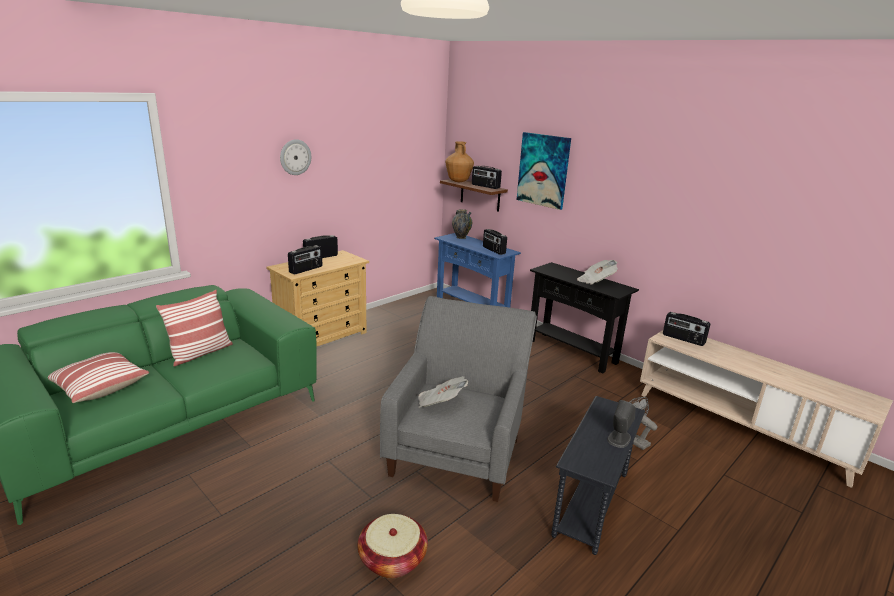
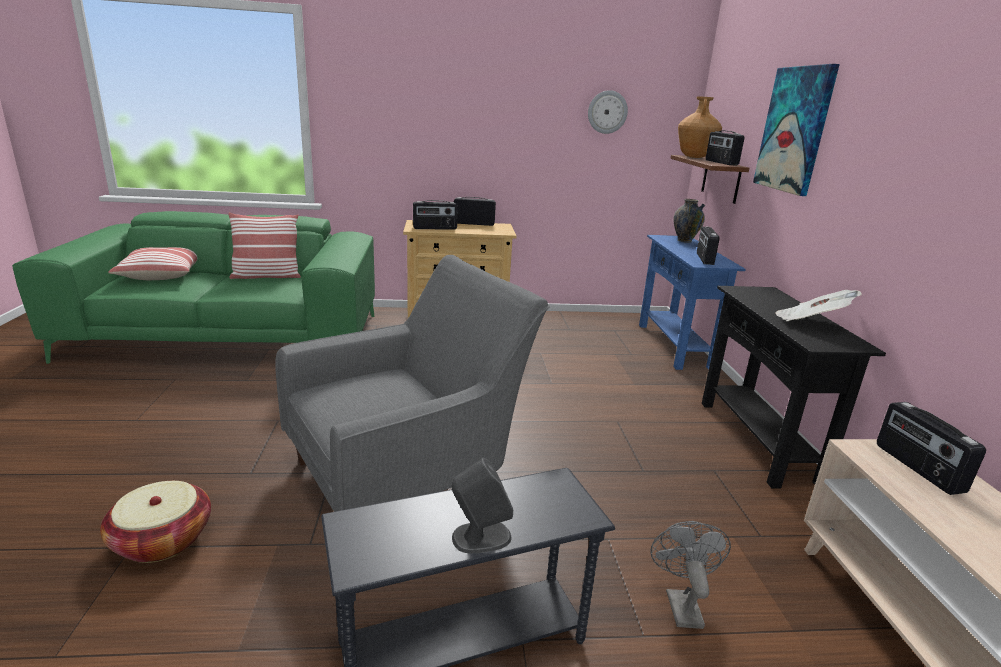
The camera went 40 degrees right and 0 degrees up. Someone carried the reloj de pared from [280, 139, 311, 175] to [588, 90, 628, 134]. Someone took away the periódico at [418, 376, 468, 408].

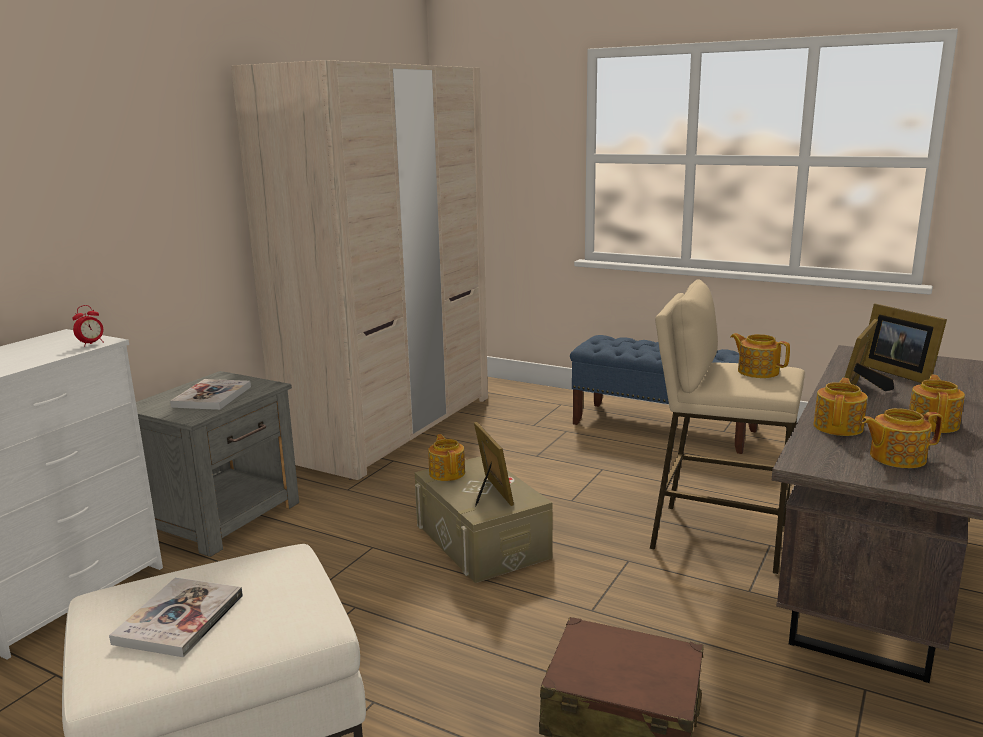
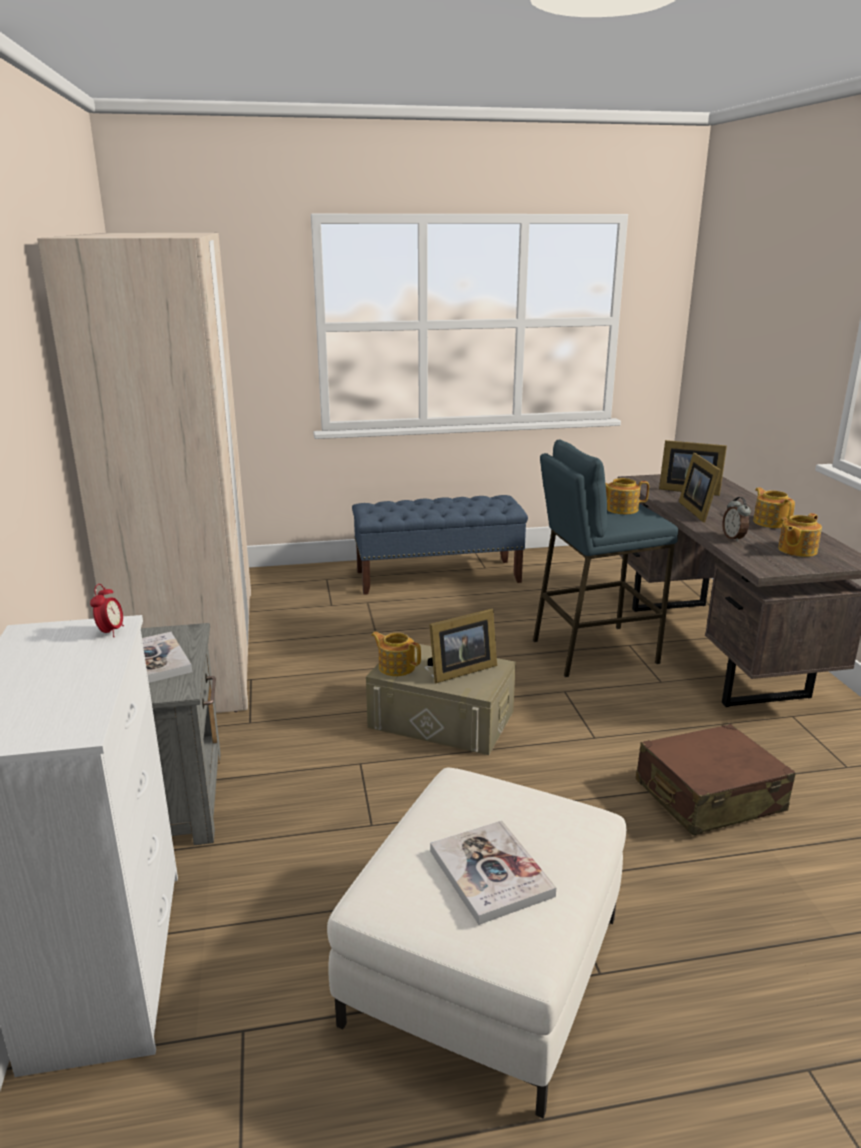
The camera went 40 degrees left and 5 degrees up. Someone rotated the portarretratos at [474, 422, 514, 507] by 120 degrees clockwise. Someone repainted the taburete [beis] at [650, 280, 805, 574], which became the taburete [azul] at [533, 440, 678, 677]. Someone swapped the tetera at [813, 378, 868, 436] for the despertador at [722, 497, 751, 542].

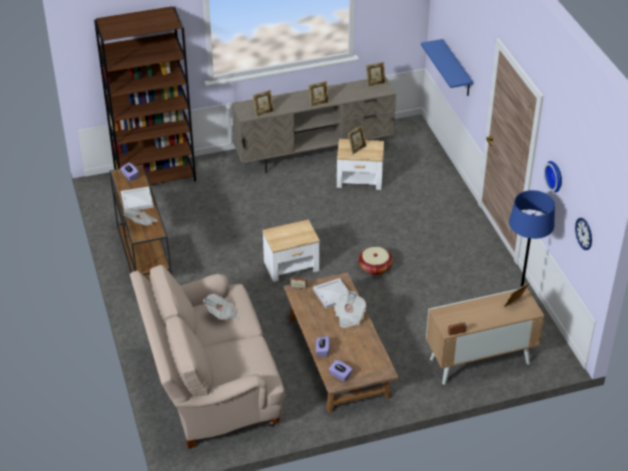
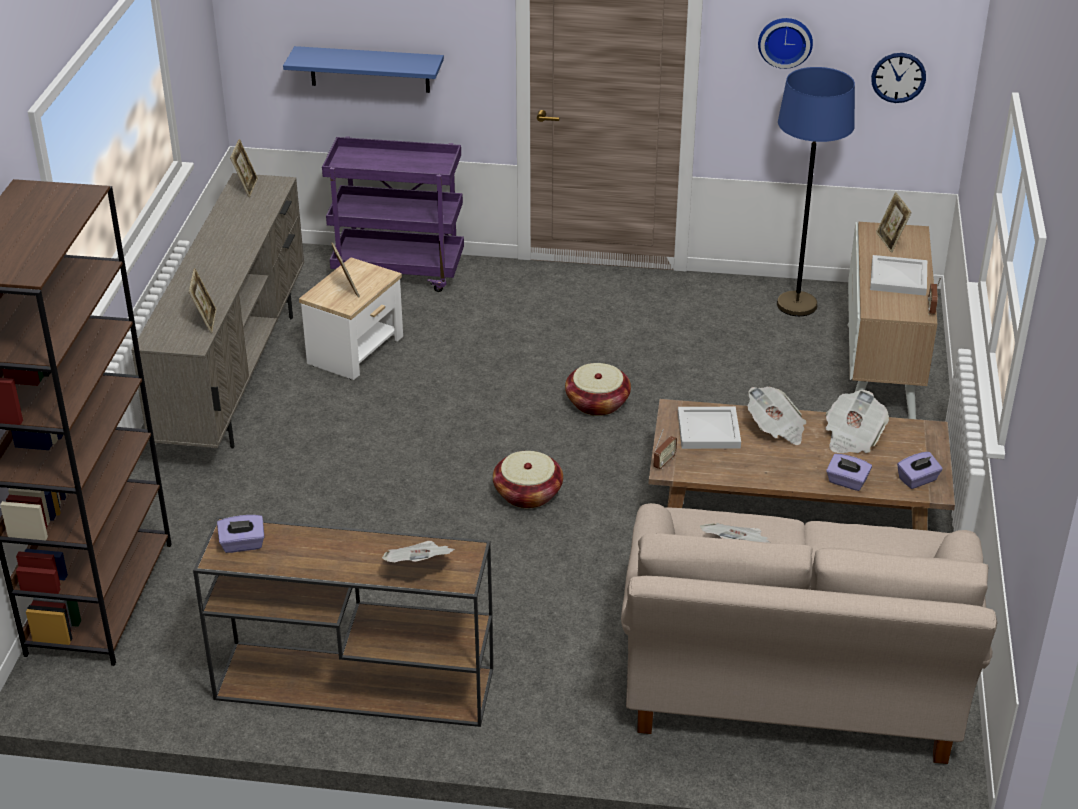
The camera went 65 degrees left and 5 degrees down. Someone put down the carrito [morado] at [322, 136, 464, 292]. Someone swapped the mesa auxiliar at [262, 219, 320, 282] for the cesta at [493, 451, 563, 508]. Someone put down the periódico at [825, 390, 889, 453]. Someone carried the bandeja [blanco] from [121, 187, 154, 210] to [870, 255, 927, 296]. Someone took away the portarretratos at [308, 81, 329, 108].

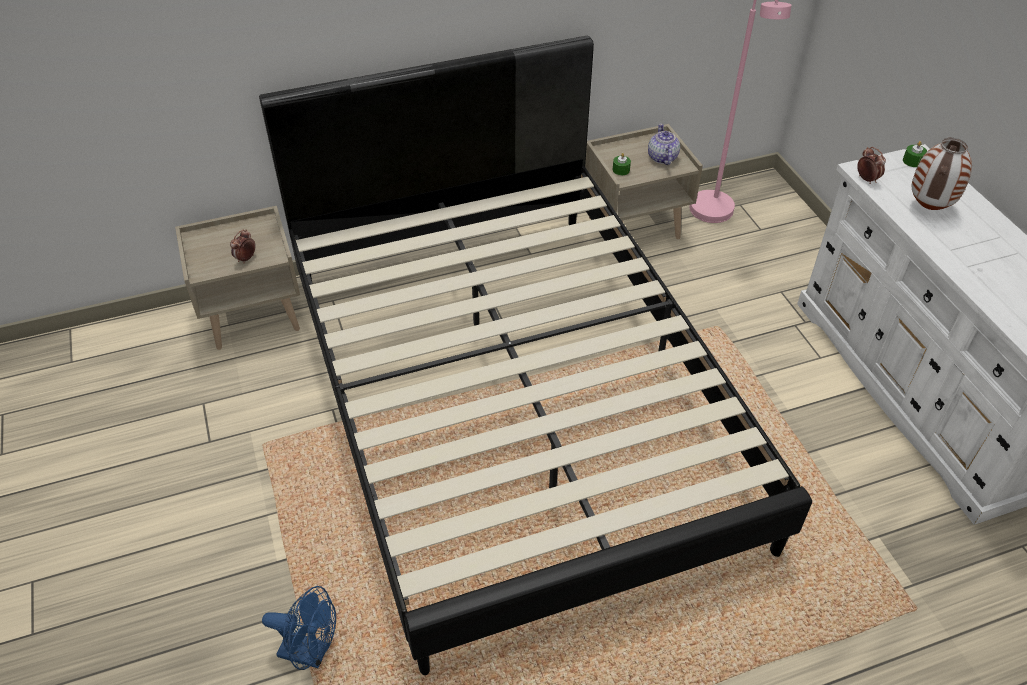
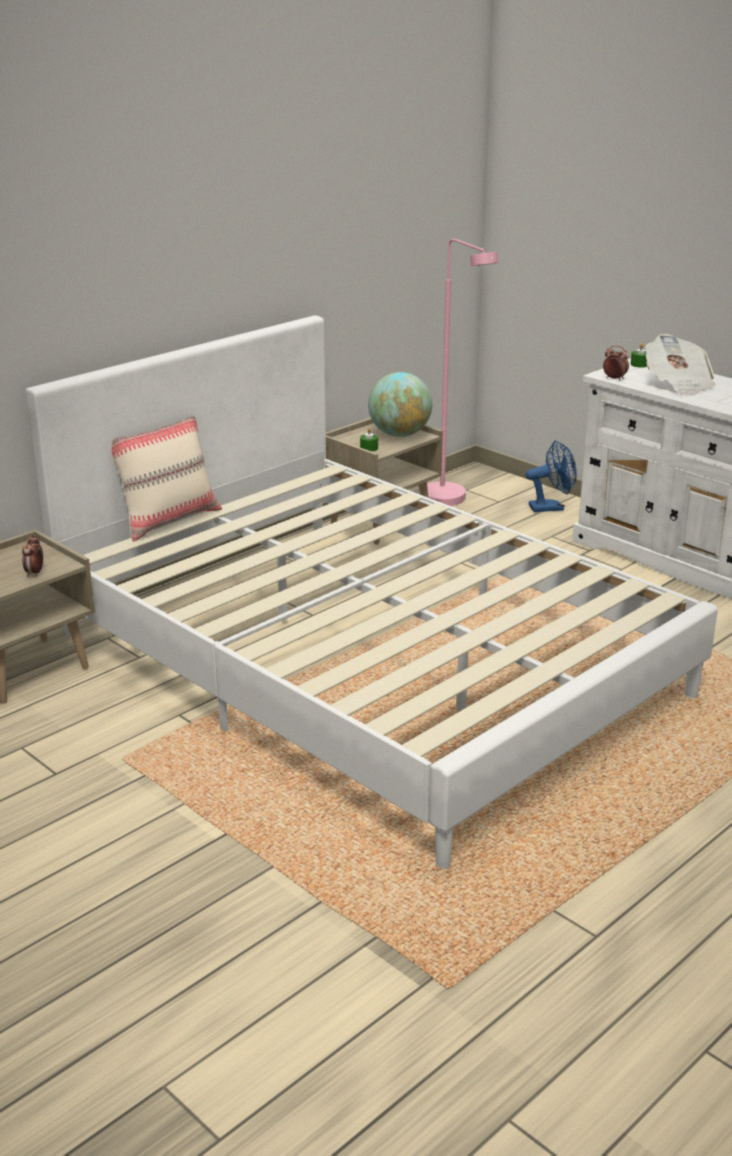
The camera went 25 degrees left and 20 degrees down. Someone repainted the cama [negro] at [259, 36, 812, 675], which became the cama [blanco] at [26, 315, 718, 869]. Someone put down the cojín [beis] at [112, 415, 222, 542]. Someone swapped the tetera at [648, 123, 680, 165] for the globo terráqueo at [368, 372, 432, 437]. Someone carried the ventilador [azul] from [262, 586, 336, 670] to [526, 440, 577, 512]. Someone swapped the florero at [912, 138, 972, 210] for the periódico at [645, 334, 716, 397].

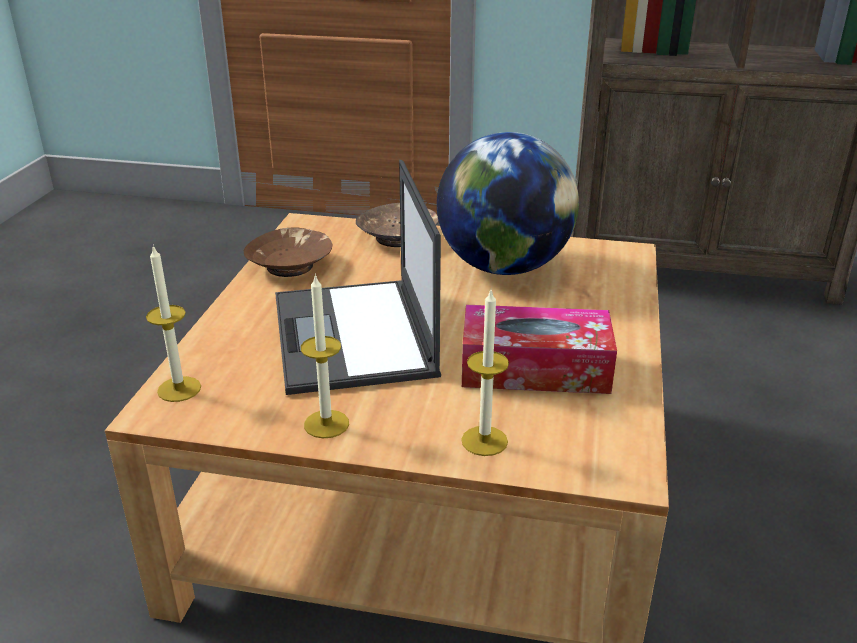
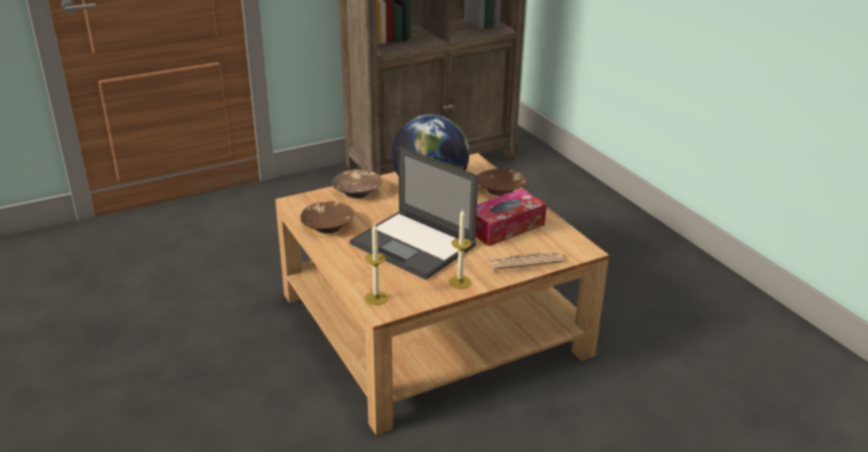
The camera went 40 degrees left and 0 degrees up. Someone put down the cuenco [marrón] at [478, 168, 526, 196]. Someone swapped the vela at [461, 288, 509, 456] for the periódico at [488, 251, 564, 270].

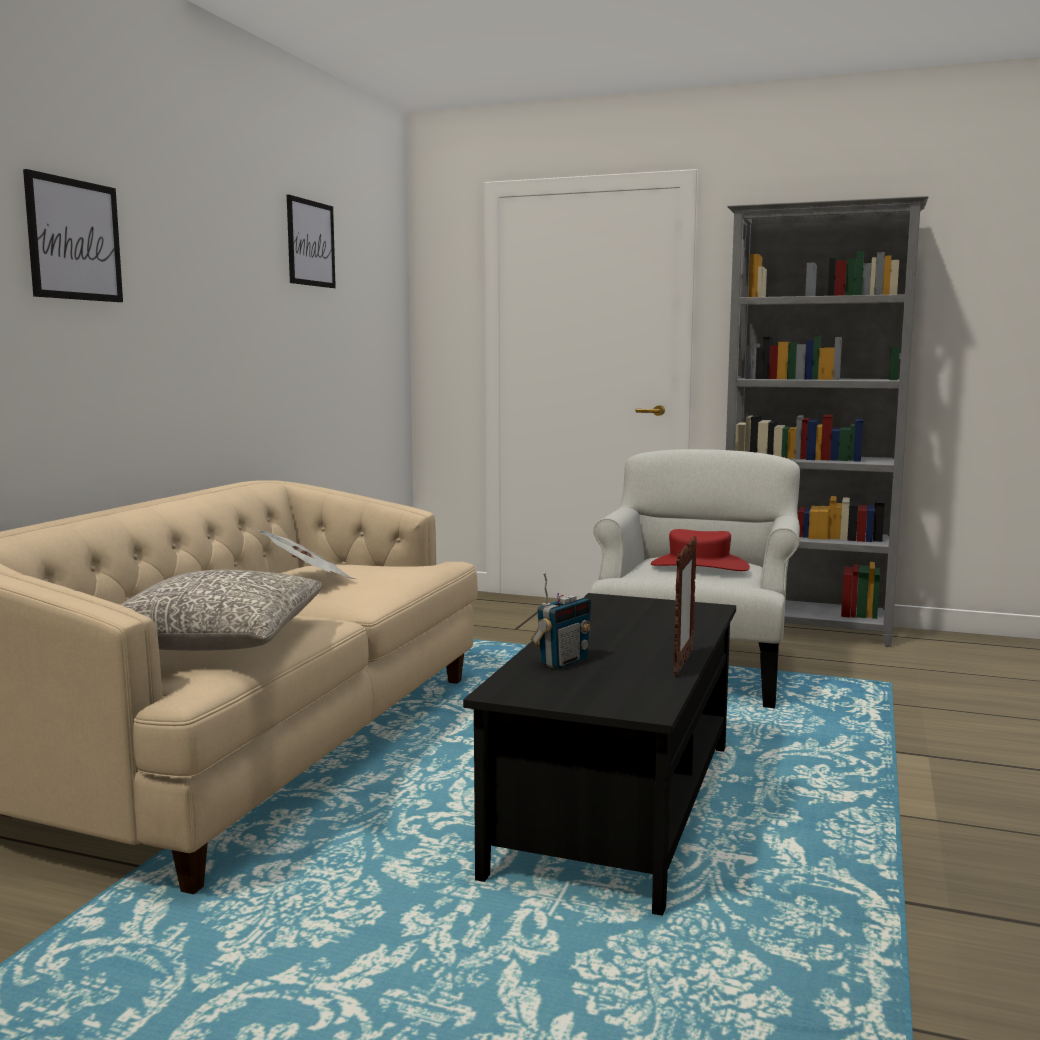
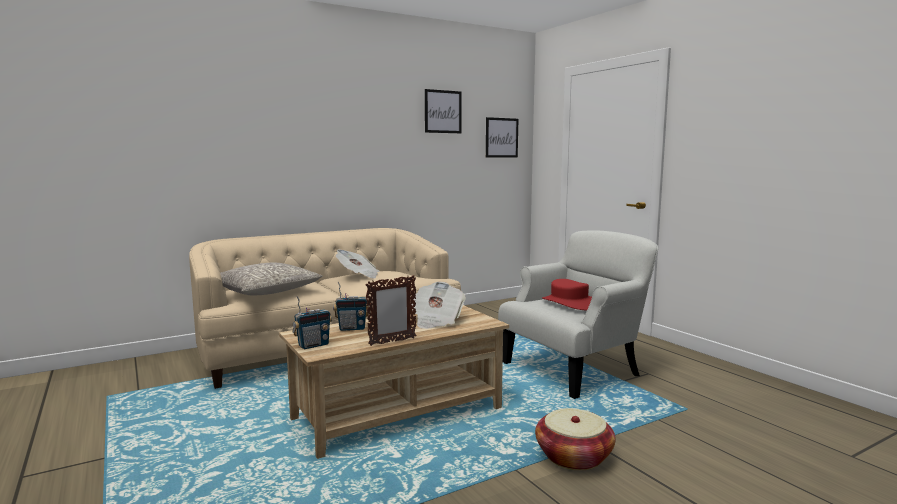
The camera went 40 degrees right and 0 degrees up. Someone repainted the mesa de centro [negro] at [463, 593, 736, 916], which became the mesa de centro [beis] at [279, 305, 509, 459]. Someone put down the radio at [292, 296, 332, 349]. Someone put down the periódico at [412, 282, 466, 329]. Someone carried the cuadro from [23, 169, 123, 302] to [486, 117, 518, 158]. Someone put down the cesta at [535, 408, 616, 470]. Someone took away the estantería [gris] at [726, 196, 929, 647].

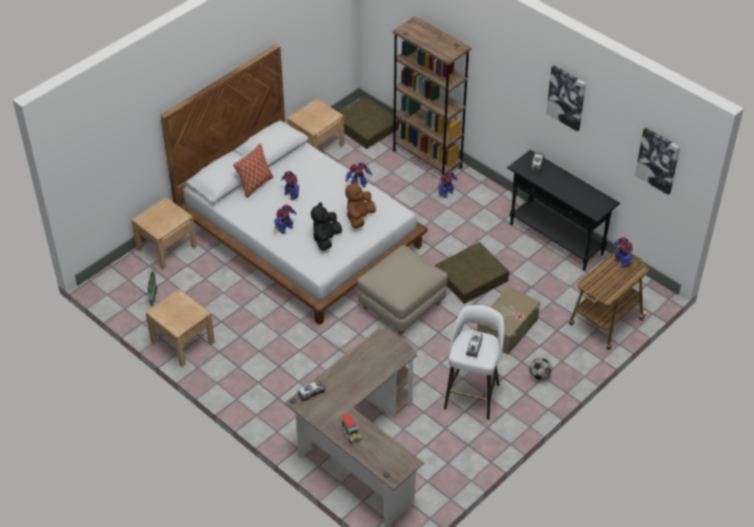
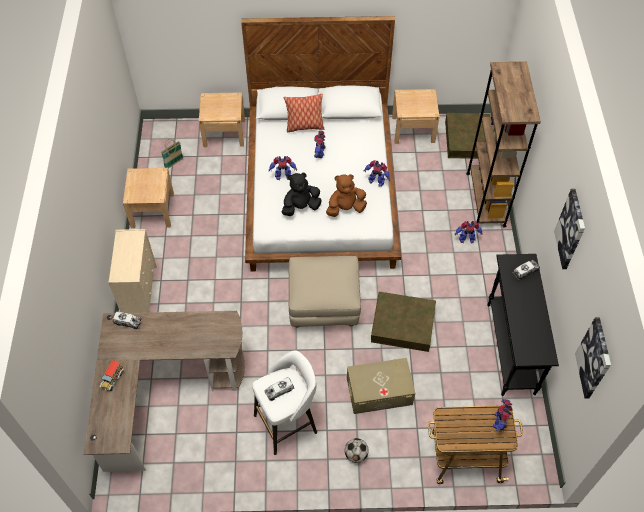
The camera went 45 degrees right and 10 degrees up. Someone put down the cómoda [beis] at [108, 229, 157, 313].

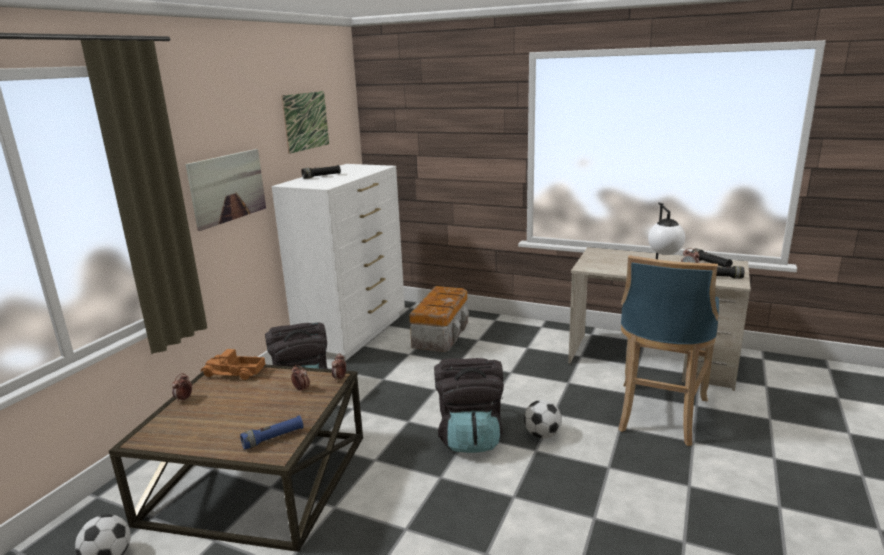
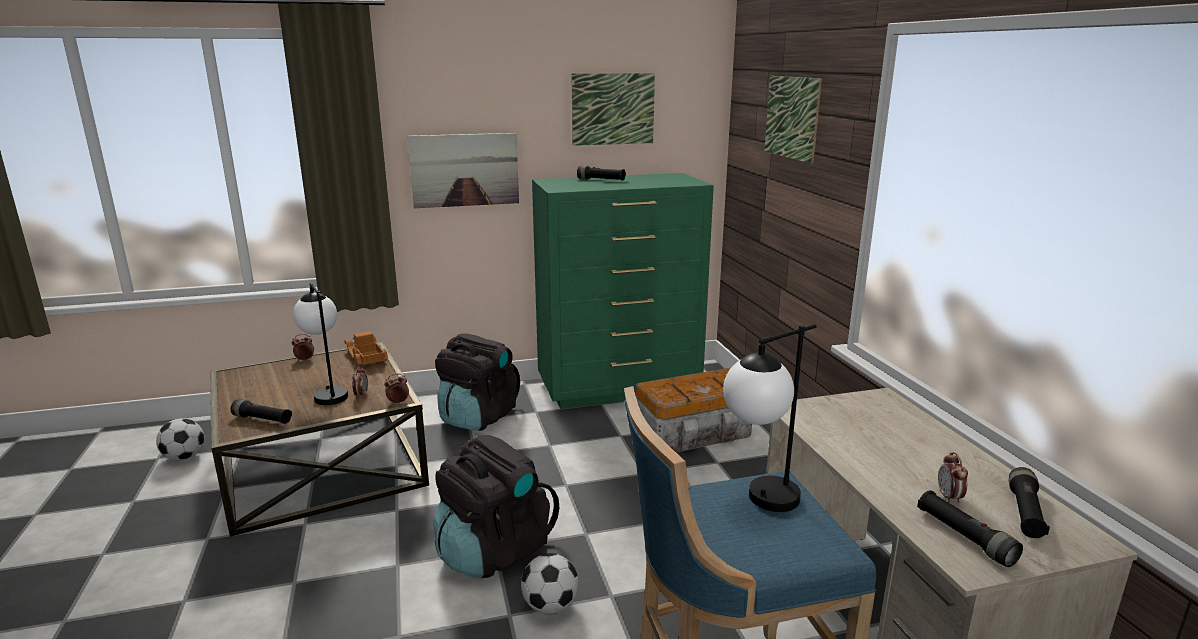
The camera went 50 degrees right and 0 degrees up. Someone repainted the linterna [azul] at [240, 415, 303, 449], which became the linterna [negro] at [230, 400, 292, 424]. Someone put down the lámpara de mesa at [293, 283, 348, 405]. Someone repainted the cómoda [blanco] at [272, 164, 405, 360], which became the cómoda [verde] at [532, 173, 714, 409]. Someone put up the cuadro at [764, 76, 822, 164].

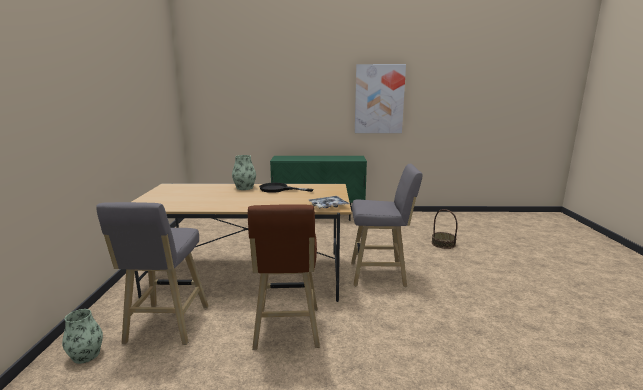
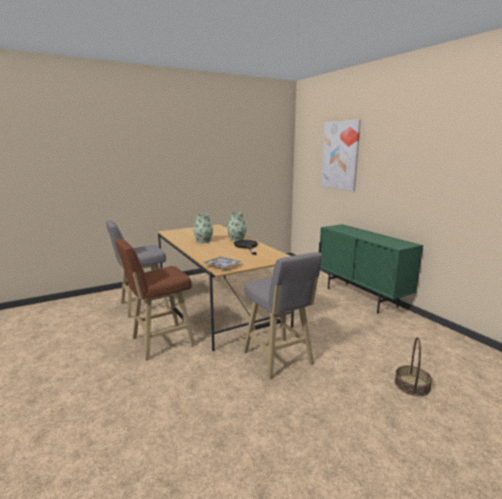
The camera went 60 degrees right and 0 degrees up. Someone carried the florero from [62, 309, 103, 364] to [193, 214, 213, 243]. Someone carried the cuadro from [355, 64, 406, 133] to [321, 119, 361, 191].

